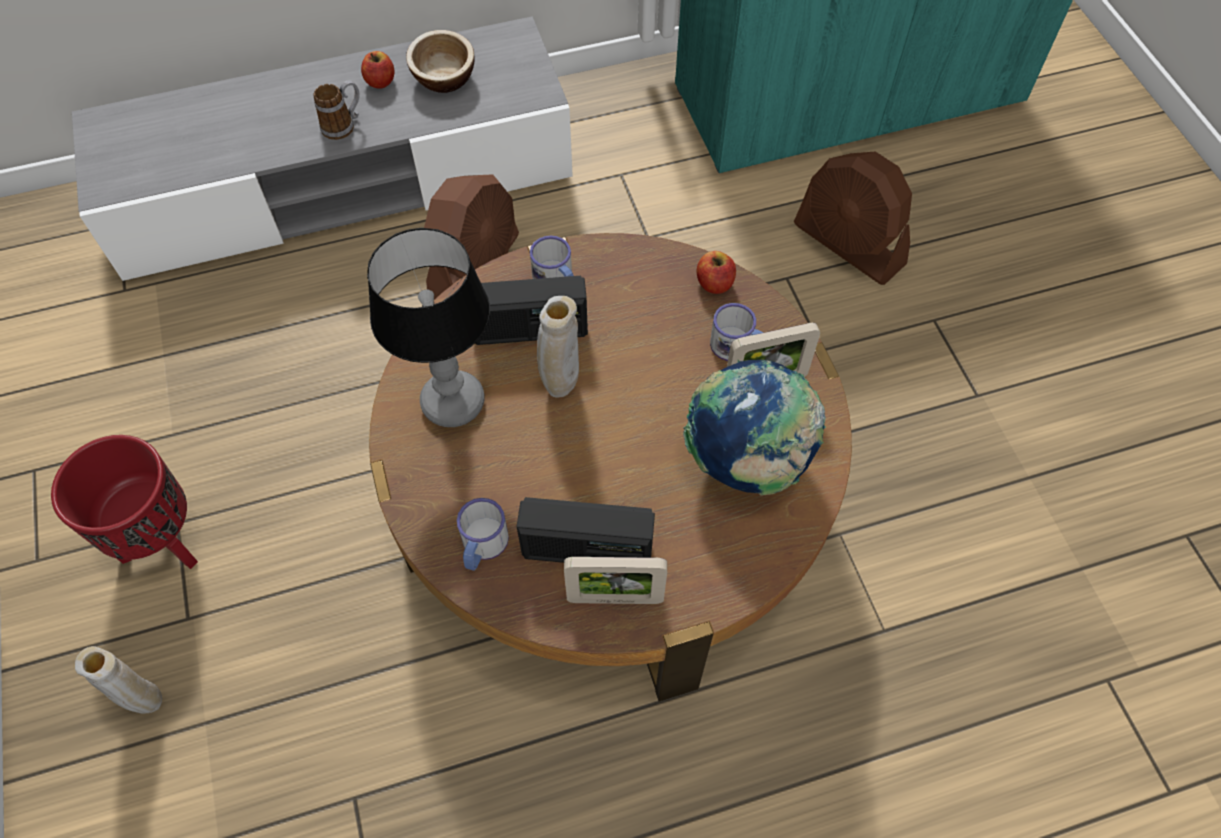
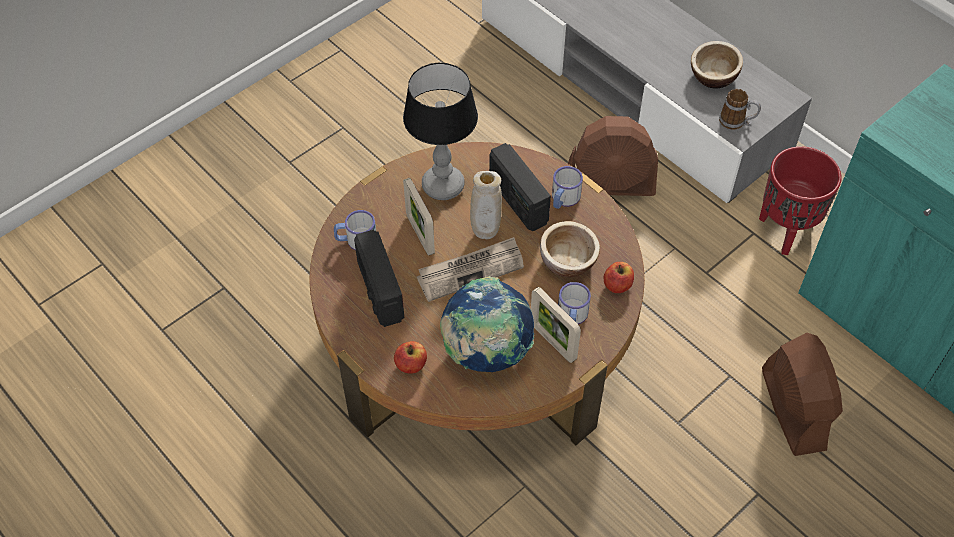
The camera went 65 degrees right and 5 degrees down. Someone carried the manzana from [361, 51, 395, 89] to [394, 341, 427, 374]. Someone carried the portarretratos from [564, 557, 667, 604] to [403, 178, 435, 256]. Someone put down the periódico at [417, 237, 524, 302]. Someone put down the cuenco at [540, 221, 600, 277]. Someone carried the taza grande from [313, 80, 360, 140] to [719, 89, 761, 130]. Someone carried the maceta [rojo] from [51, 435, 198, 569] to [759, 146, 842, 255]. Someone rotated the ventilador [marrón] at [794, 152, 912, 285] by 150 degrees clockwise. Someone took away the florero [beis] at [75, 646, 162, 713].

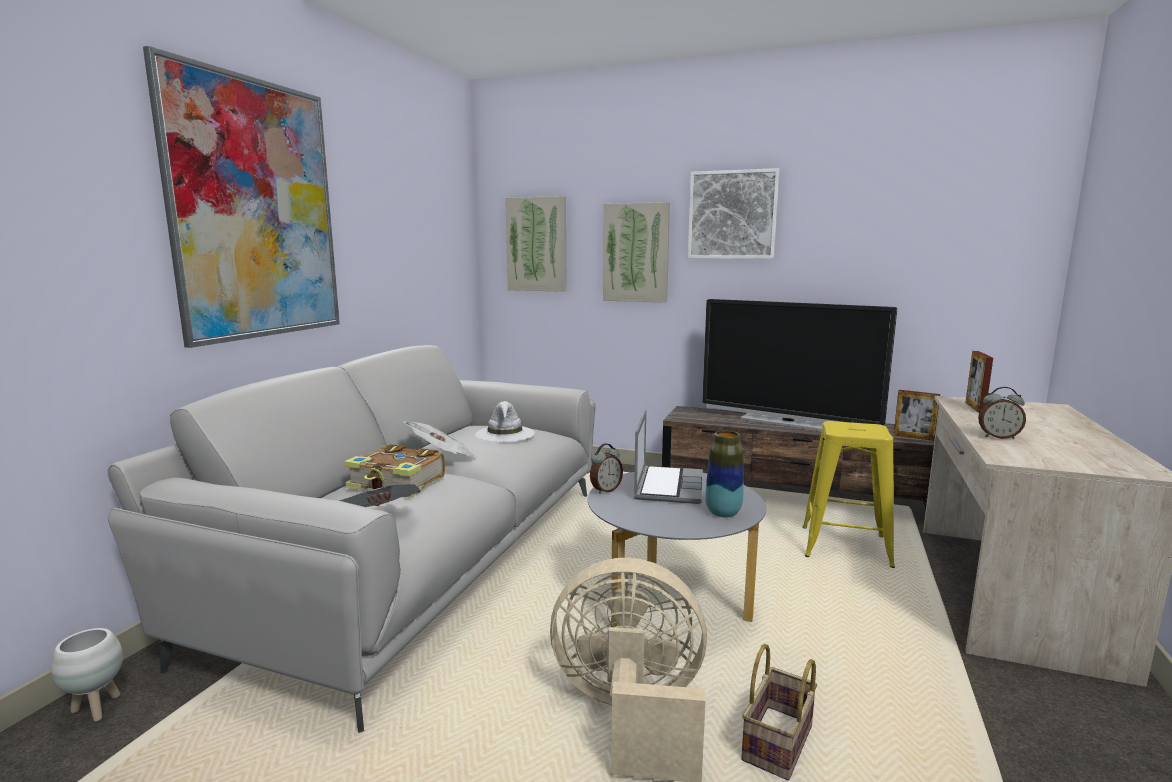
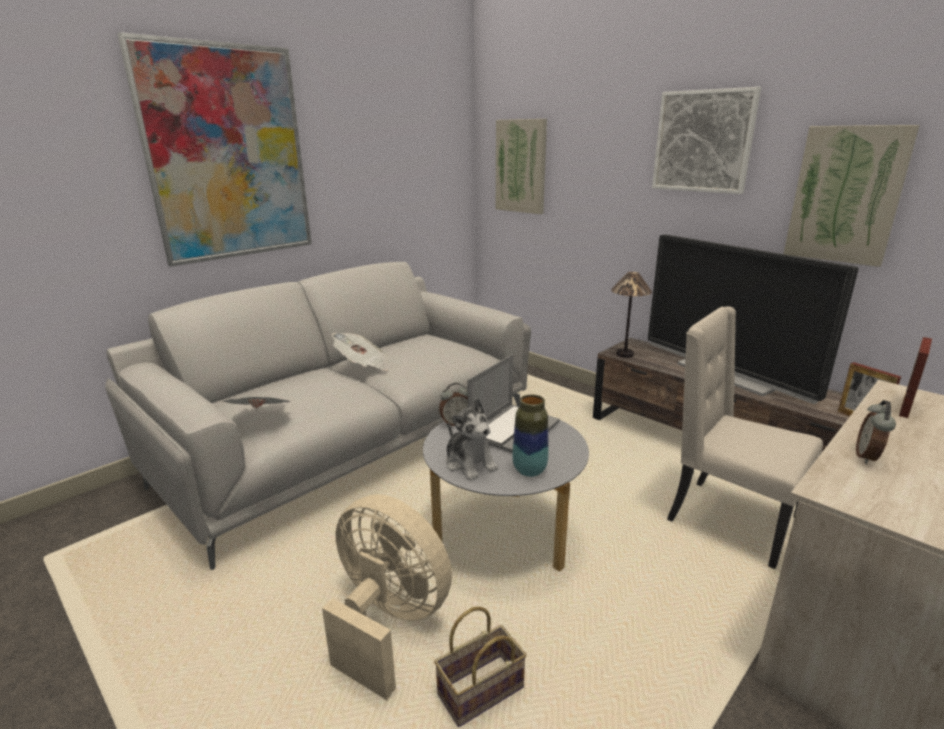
The camera went 25 degrees right and 10 degrees up. Someone put down the peluche at [446, 399, 498, 481]. Someone put down the lámpara de mesa at [611, 272, 652, 358]. Someone swapped the taburete [amarillo] at [802, 421, 895, 568] for the silla [beis] at [667, 306, 823, 569]. Someone carried the cuadro from [603, 202, 670, 303] to [784, 125, 920, 267]. Someone rotated the despertador at [978, 387, 1026, 439] by 75 degrees clockwise. Someone took away the maceta [blanco] at [50, 628, 123, 722]. Someone took away the libro at [344, 444, 445, 498]. Someone took away the sombrero [blanco] at [475, 401, 535, 442].

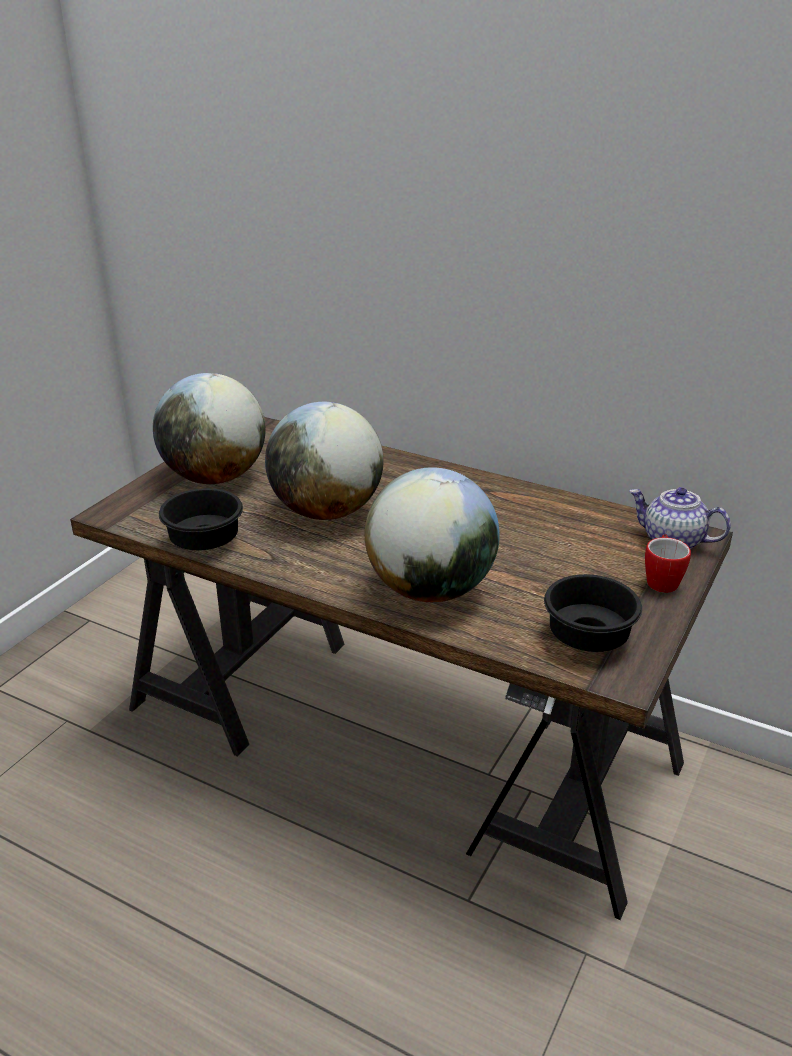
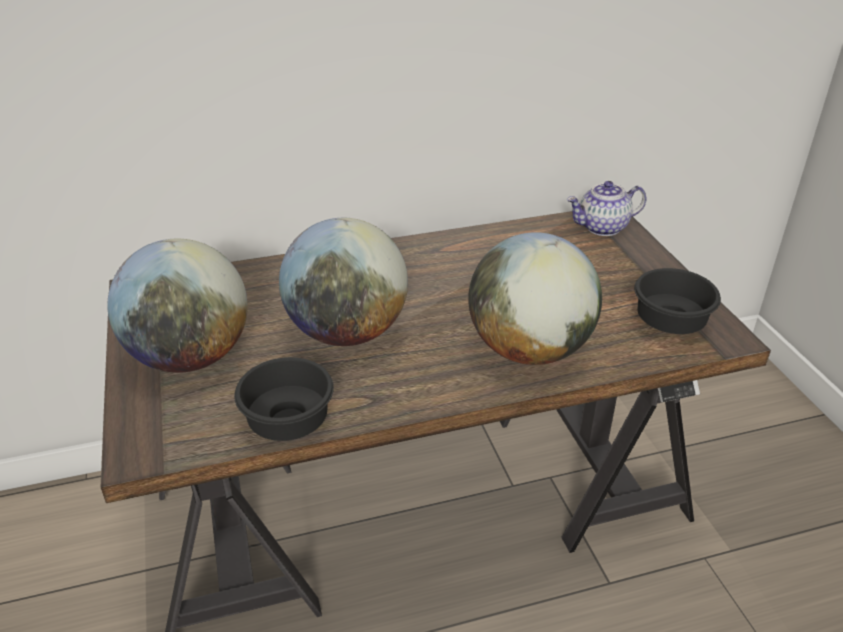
The camera went 45 degrees left and 5 degrees up. Someone took away the taza grande at [645, 534, 691, 593].

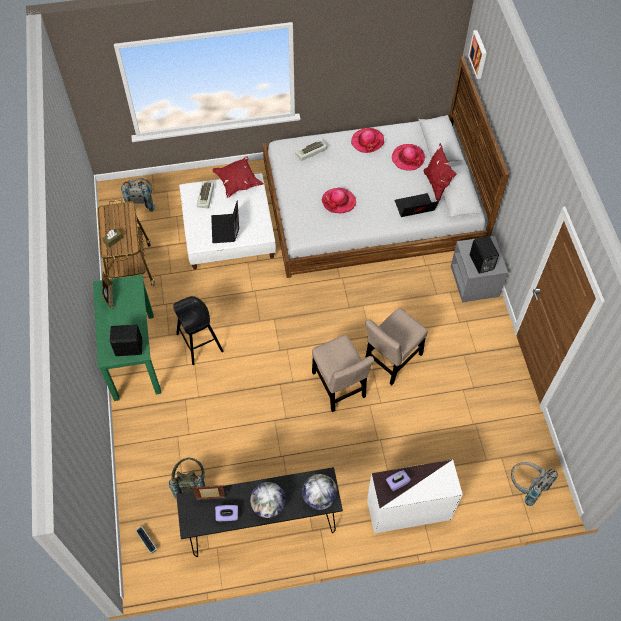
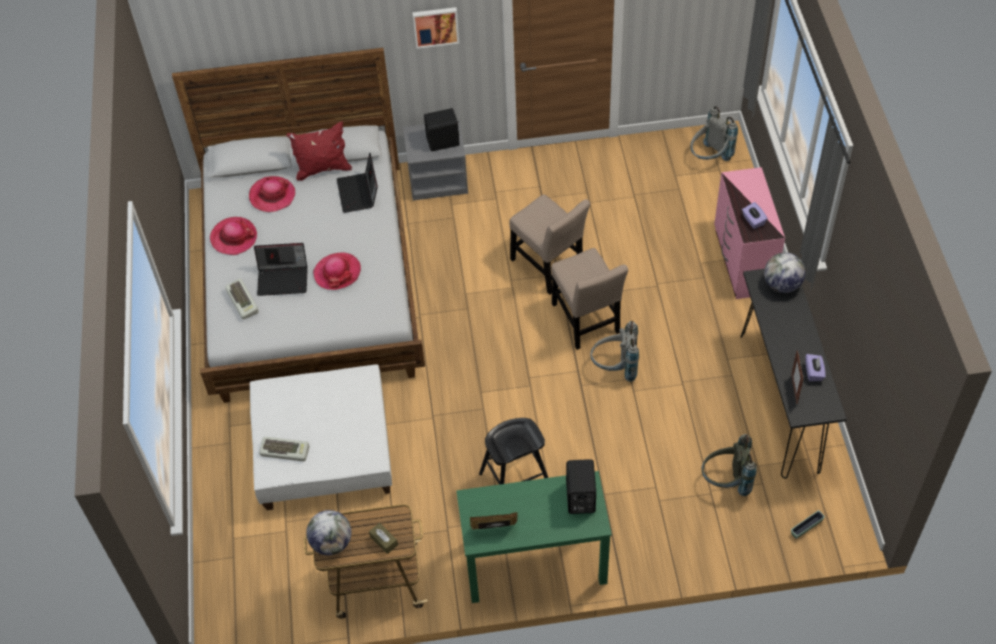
The camera went 85 degrees left and 5 degrees down. Someone carried the portátil from [211, 201, 239, 243] to [254, 243, 307, 296]. Someone carried the globo terráqueo from [250, 482, 286, 518] to [306, 510, 351, 555]. Someone carried the cuadro from [468, 30, 487, 79] to [412, 7, 459, 49]. Someone rotated the silla [beis] at [312, 335, 374, 412] by 90 degrees clockwise. Someone carried the mochila [gris] from [121, 178, 156, 212] to [590, 321, 639, 382]. Someone repainted the cómoda [blanco] at [367, 460, 463, 534], which became the cómoda [rosa] at [714, 167, 785, 299]. Someone took away the cojín [rojo] at [212, 156, 264, 198].

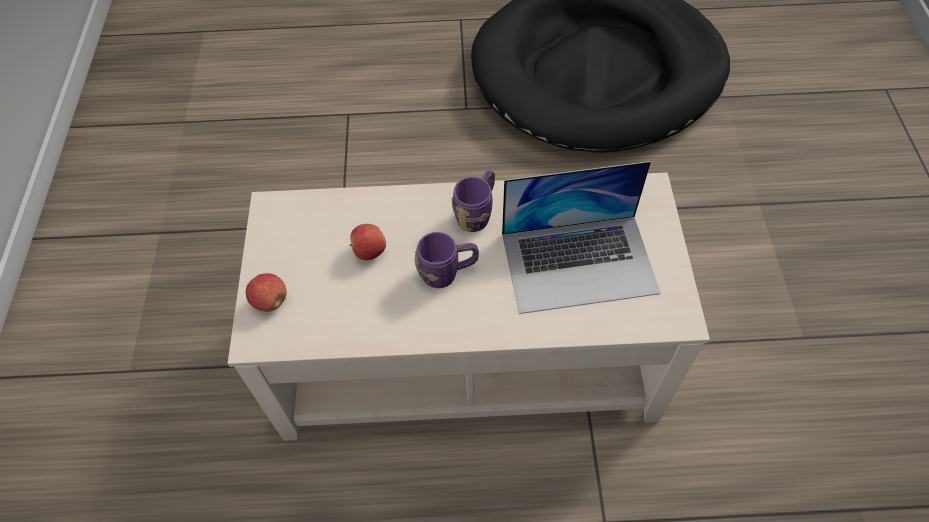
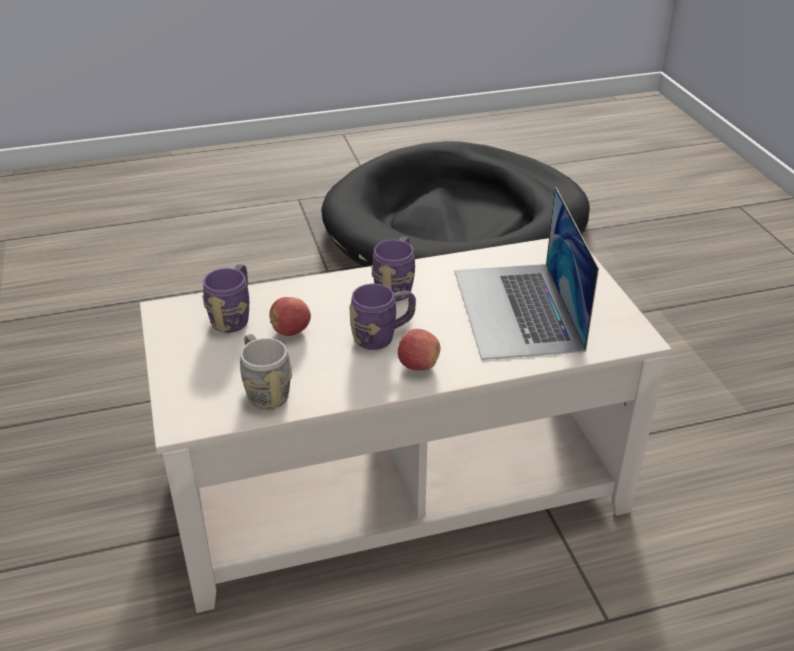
The camera went 15 degrees left and 20 degrees down. Someone put down the taza grande [morado] at [202, 264, 249, 333]. Someone put down the taza grande [gris] at [240, 334, 292, 410]. Someone carried the manzana from [246, 273, 287, 312] to [398, 329, 440, 370]. Someone rotated the portátil at [502, 161, 661, 314] by 105 degrees clockwise.

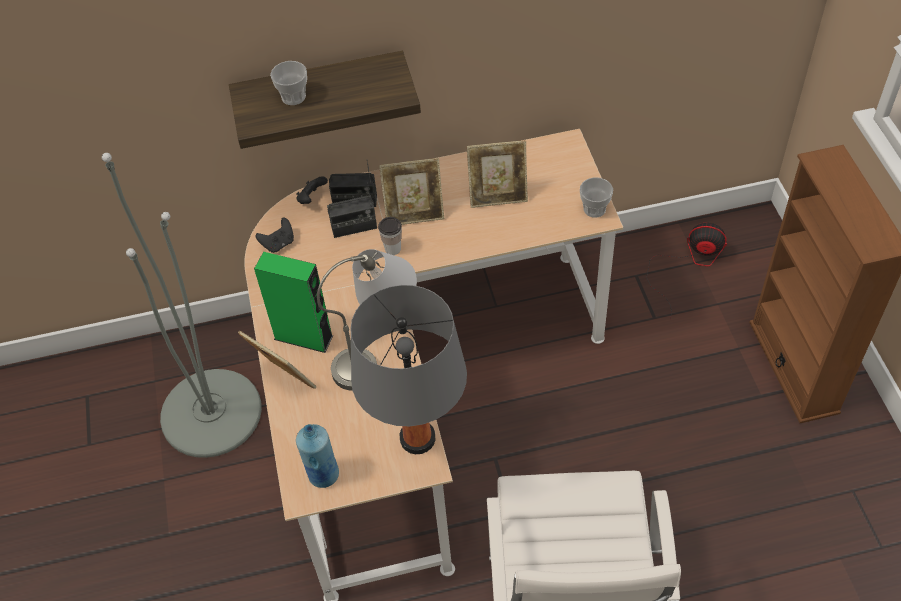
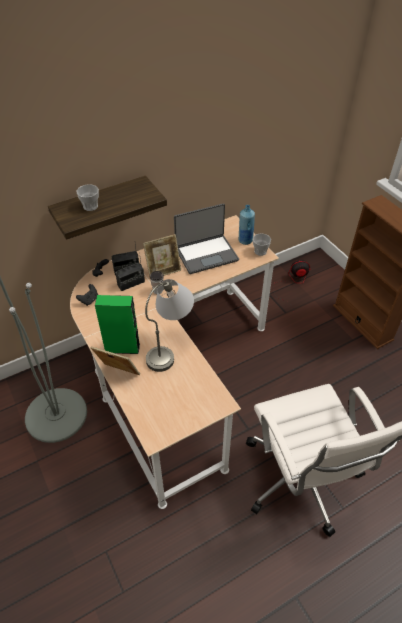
The camera went 20 degrees left and 5 degrees down. Someone swapped the portarretratos at [467, 140, 528, 208] for the portátil at [174, 203, 239, 274]. Someone carried the botella [azul] from [296, 424, 339, 488] to [239, 205, 255, 245]. Someone took away the lámpara de mesa [gris] at [350, 285, 467, 454].

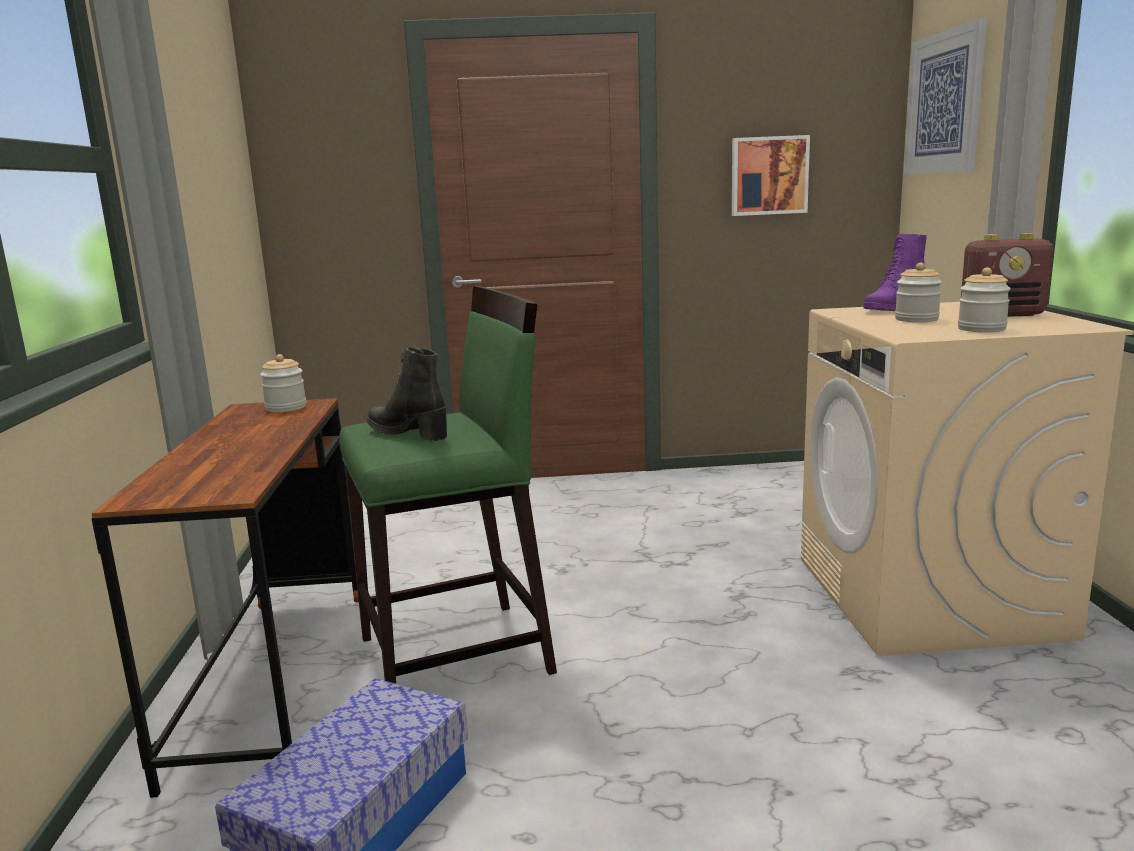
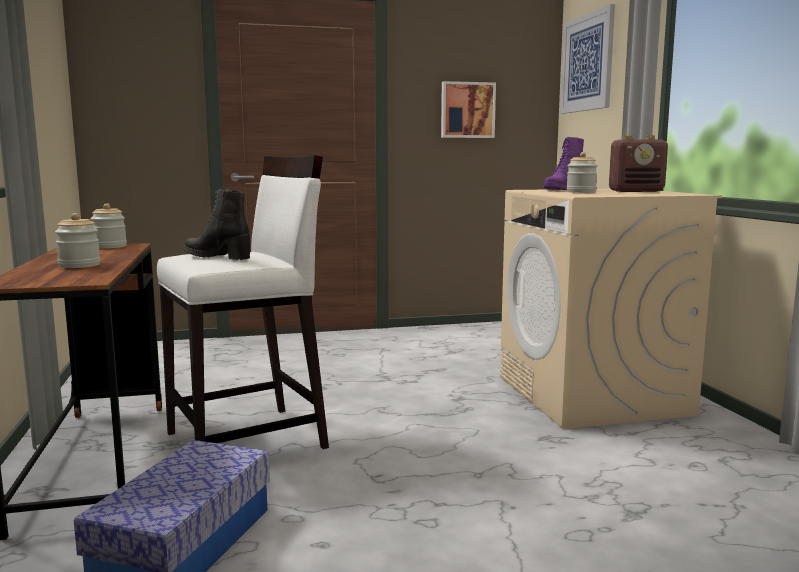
The camera went 10 degrees left and 5 degrees down. Someone carried the tarro from [958, 267, 1011, 332] to [55, 213, 100, 268]. Someone repainted the taburete [verde] at [339, 286, 557, 684], which became the taburete [blanco] at [157, 155, 329, 449].

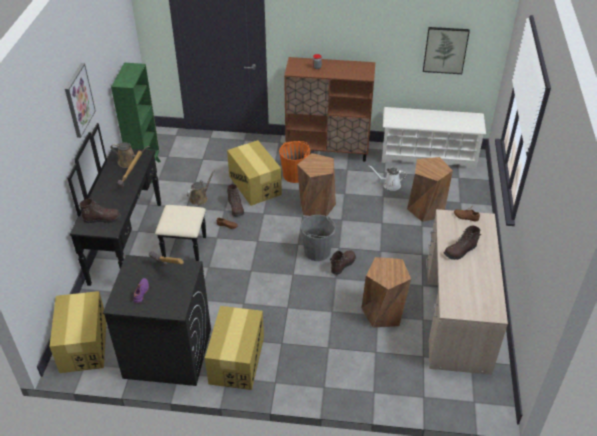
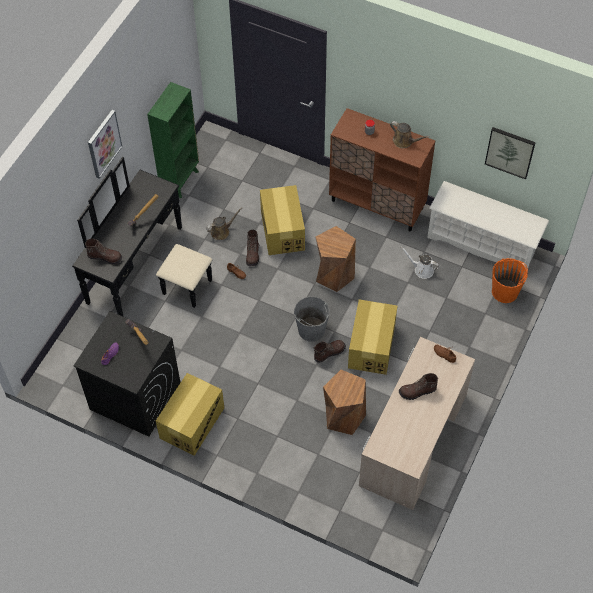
The camera went 20 degrees right and 15 degrees up. Someone carried the caja de cartón from [49, 291, 106, 373] to [348, 299, 397, 375]. Someone carried the regadera [marrón] from [110, 142, 150, 168] to [390, 121, 430, 148]. Someone carried the cubo [naranja] from [279, 141, 310, 183] to [492, 258, 528, 303]. Someone took away the taburete [marrón] at [407, 157, 453, 222].

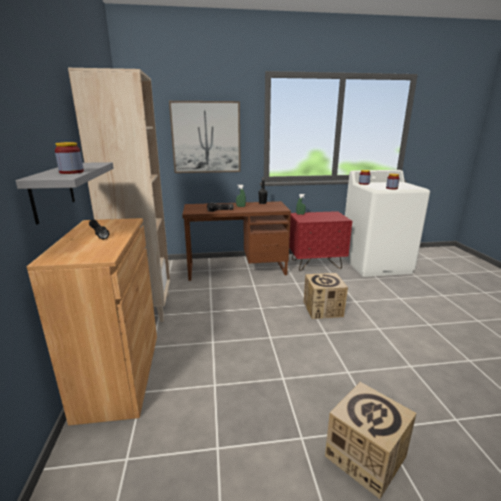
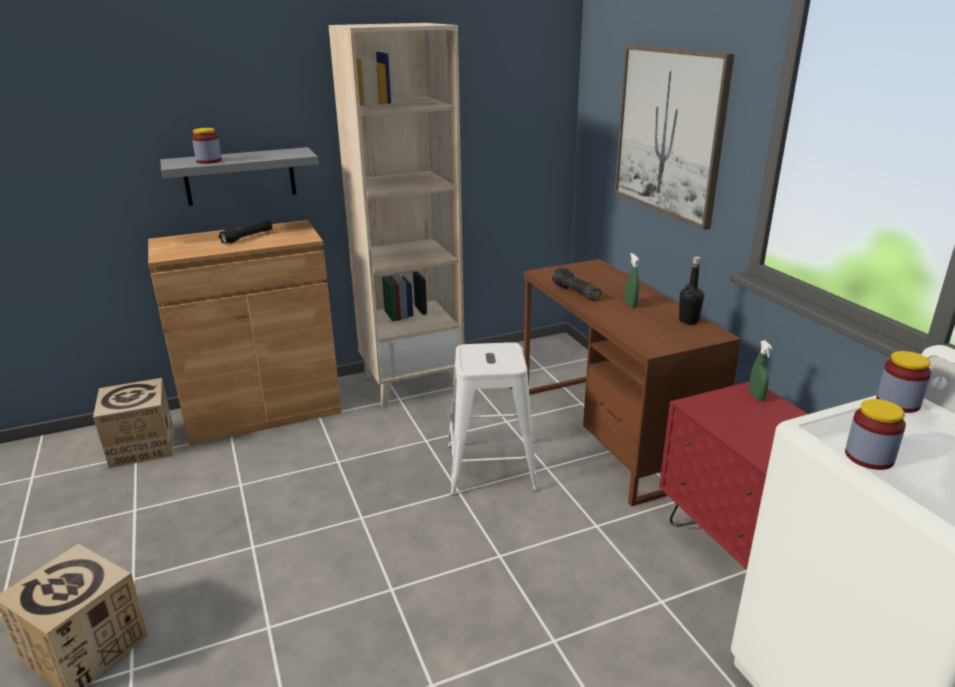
The camera went 75 degrees right and 5 degrees up. Someone carried the caja de cartón from [304, 273, 348, 319] to [93, 378, 173, 468]. Someone put down the taburete [blanco] at [448, 342, 538, 495].

